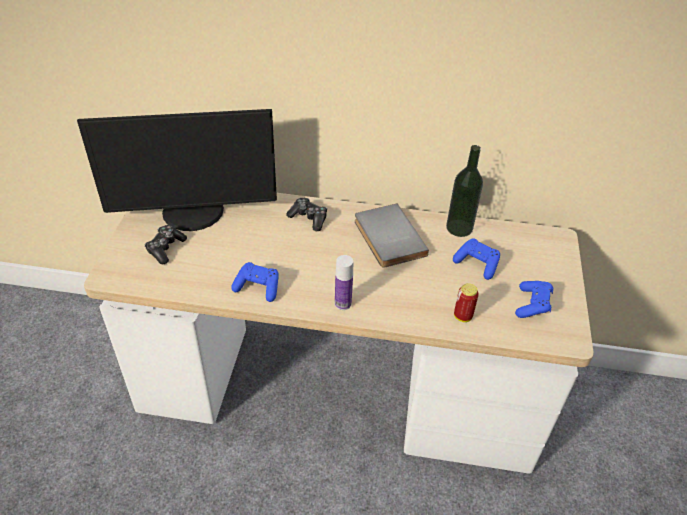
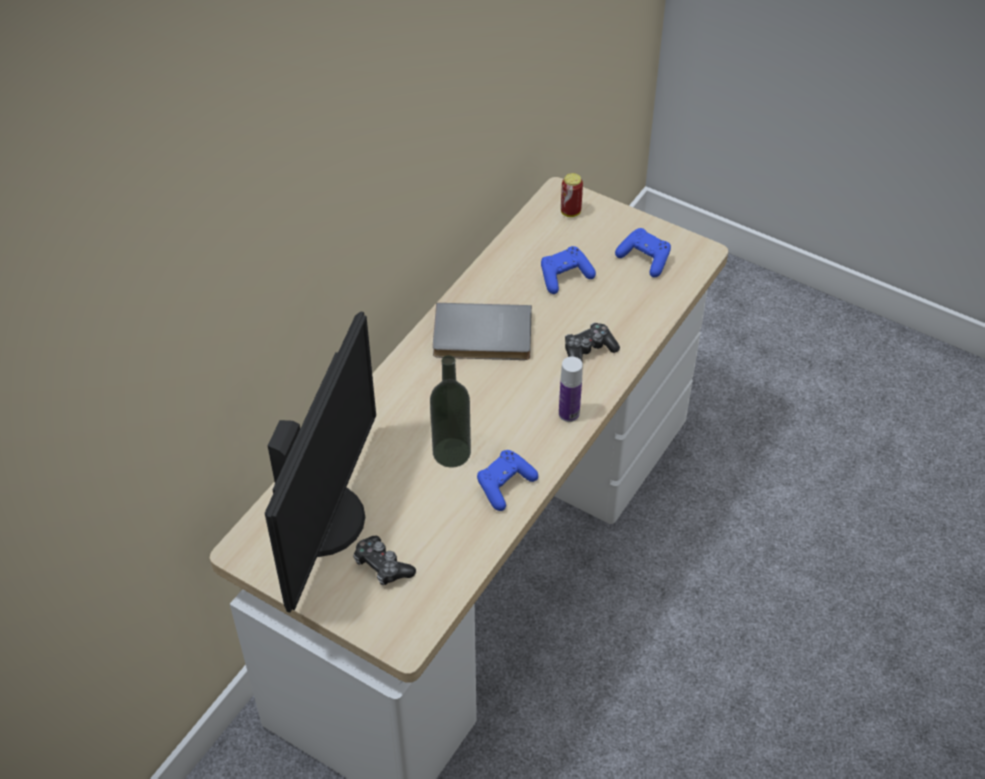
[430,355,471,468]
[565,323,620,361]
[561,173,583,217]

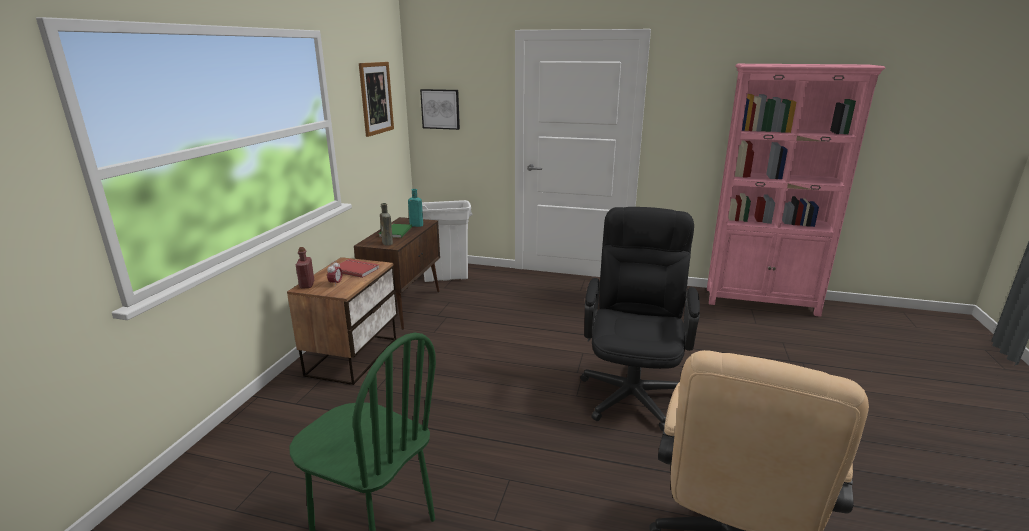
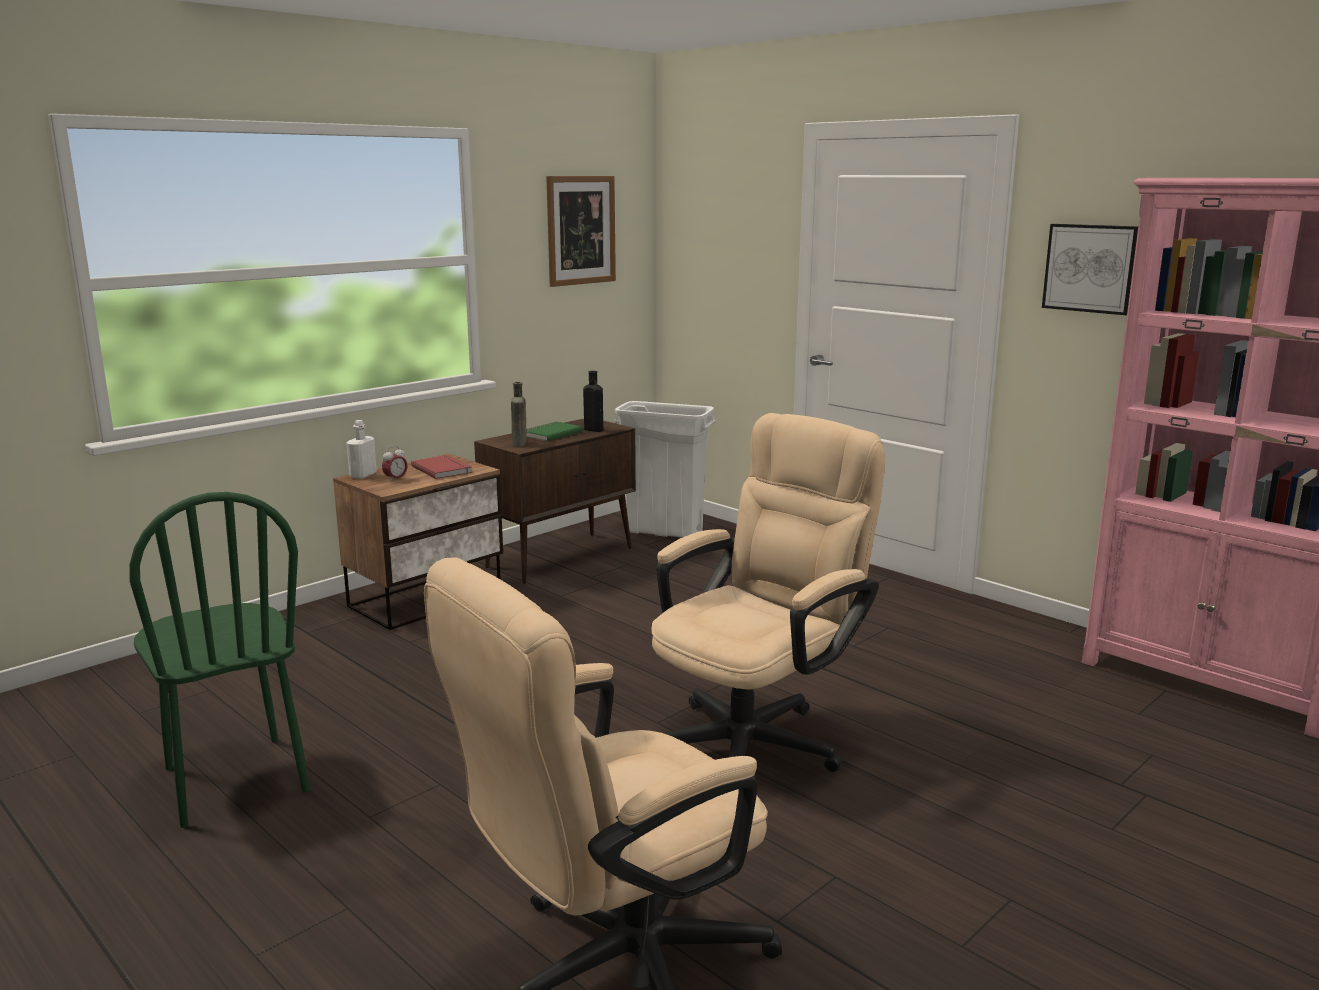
[1042,224,1138,315]
[583,371,603,432]
[651,413,885,772]
[346,420,377,479]

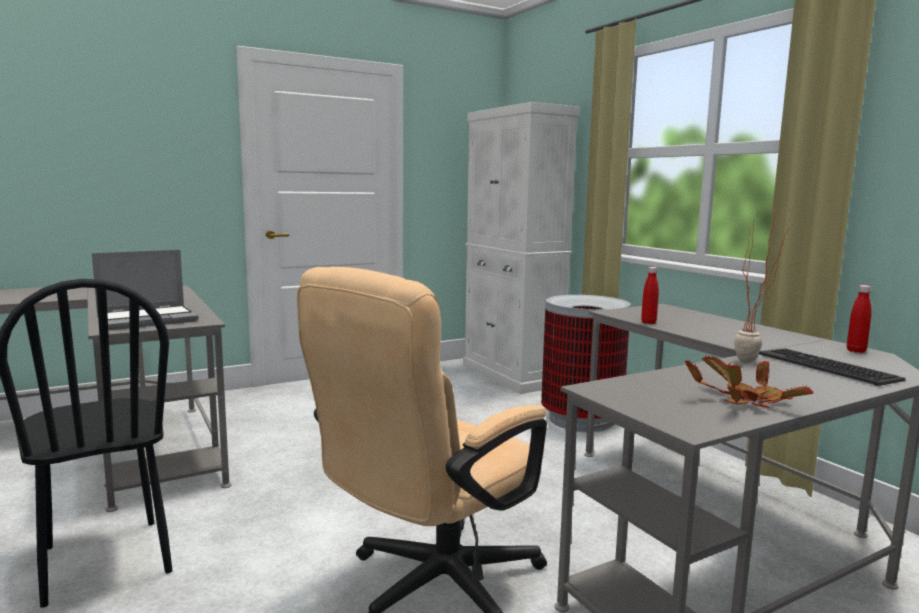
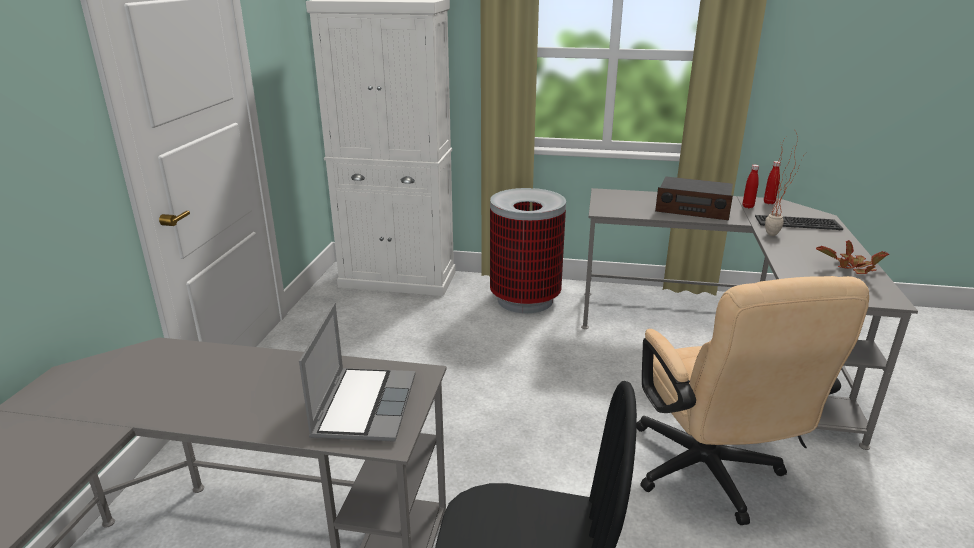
[743,165,759,208]
[655,176,733,220]

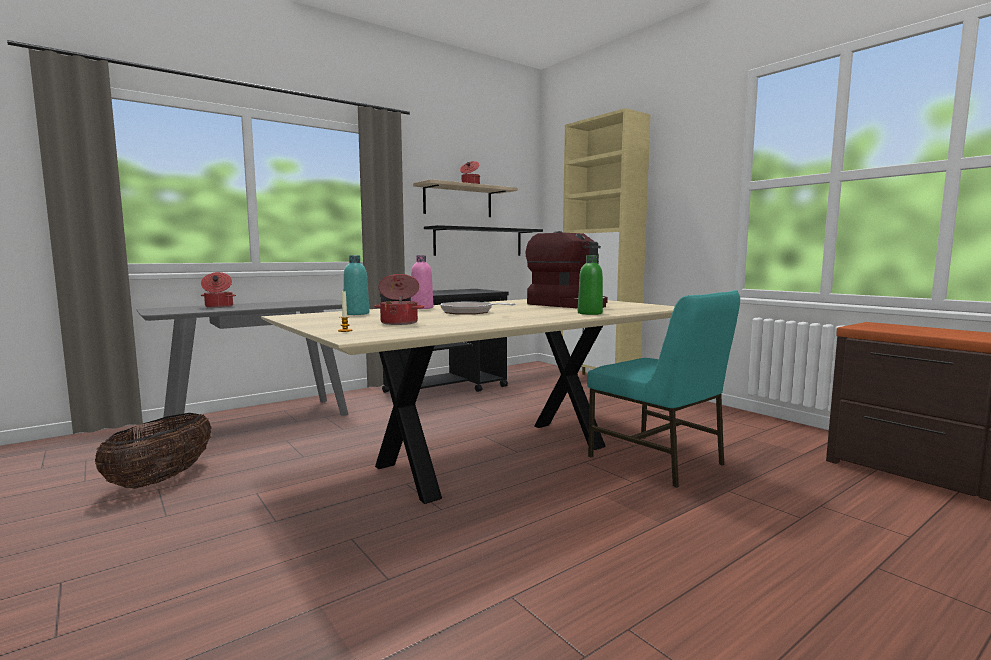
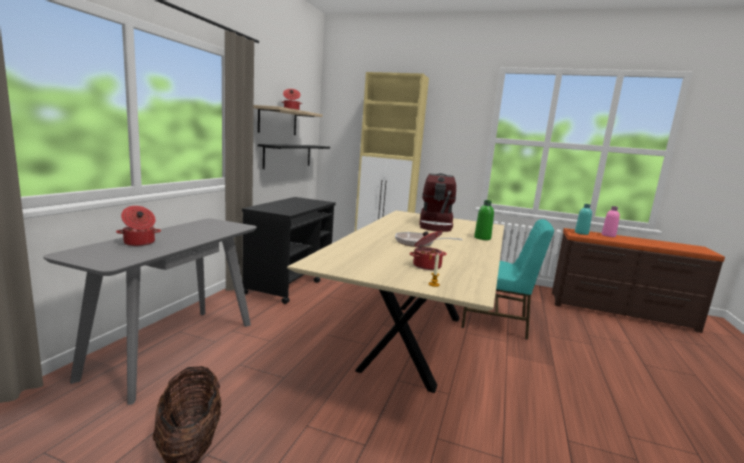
[419,174,456,232]
[575,204,592,235]
[602,206,620,237]

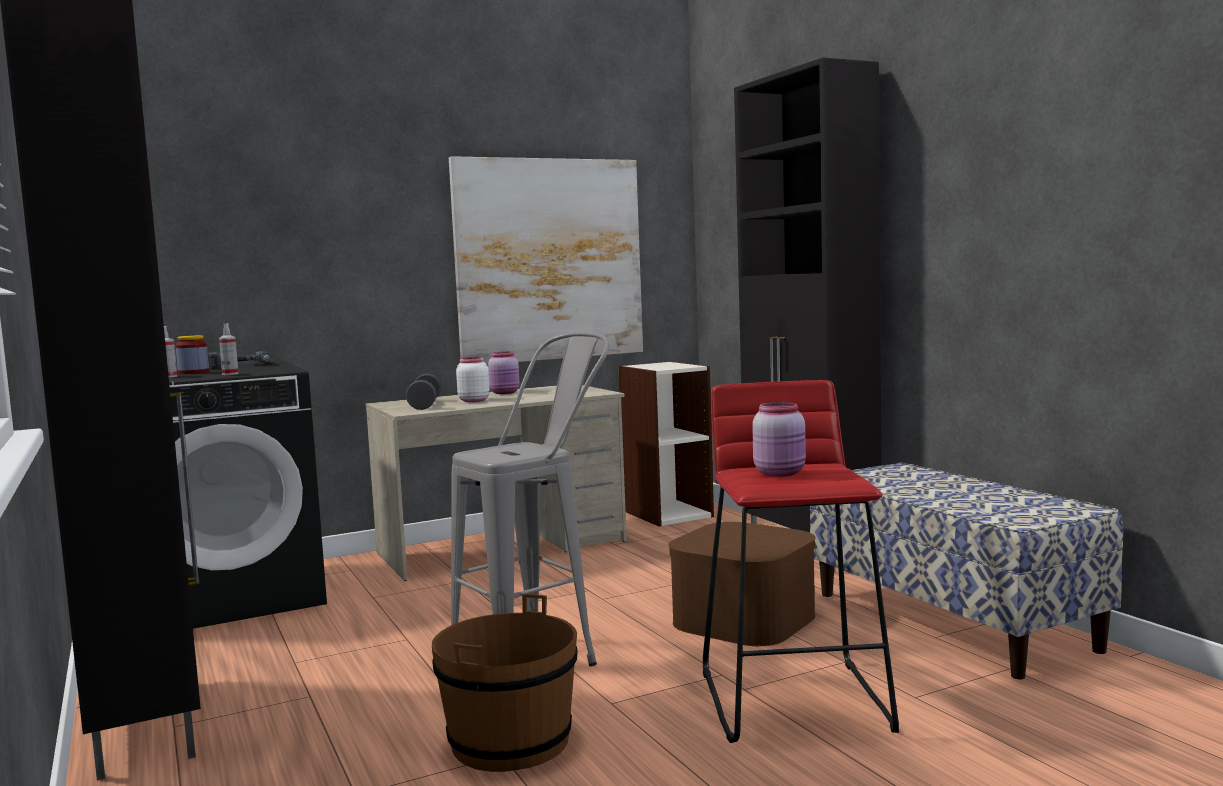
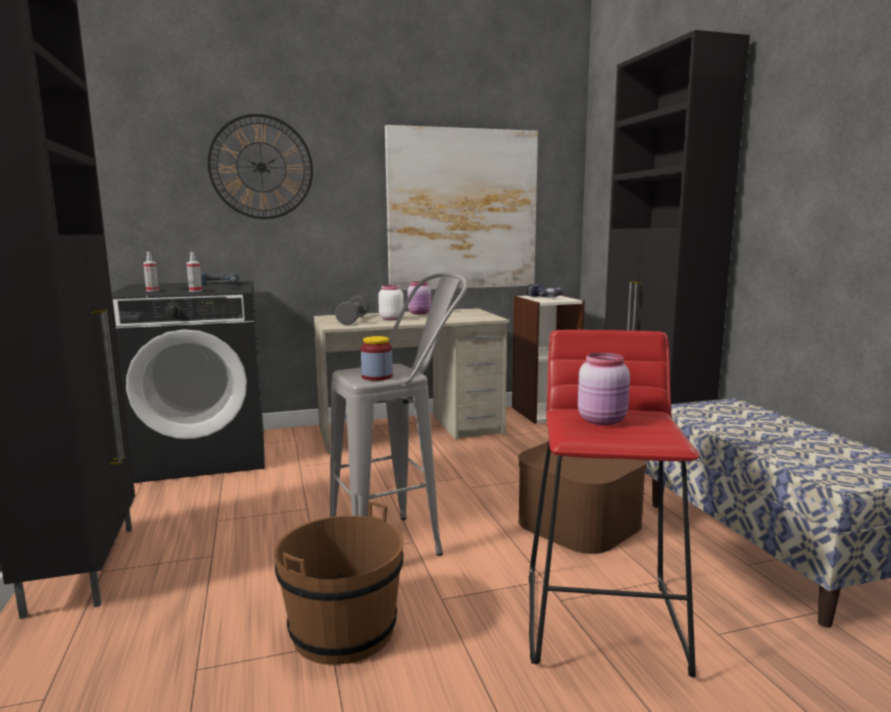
[361,336,393,381]
[207,114,313,219]
[526,284,563,298]

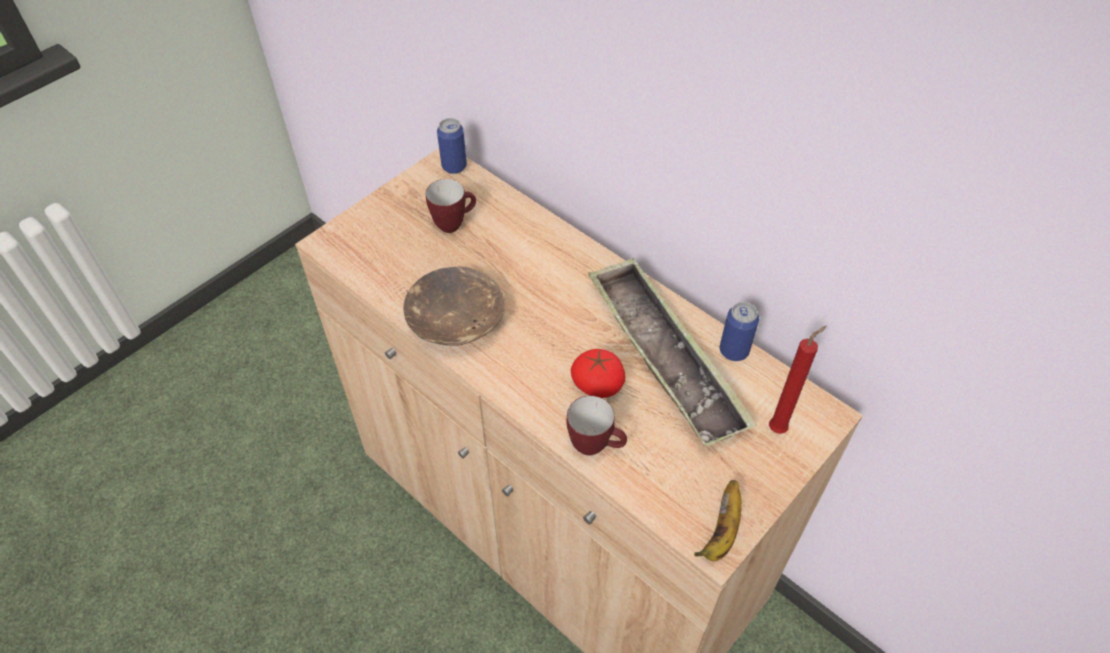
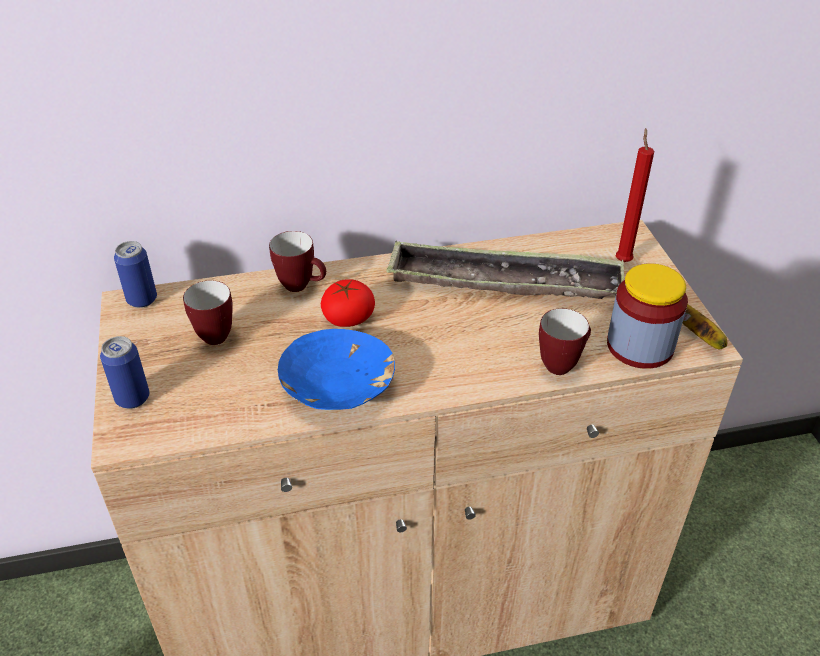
[278,329,395,410]
[100,336,149,409]
[321,279,375,327]
[269,231,326,292]
[607,263,688,369]

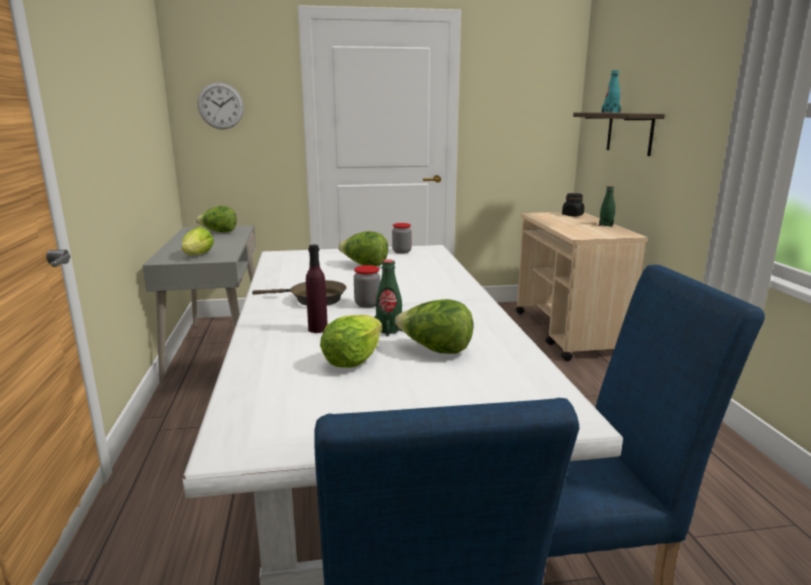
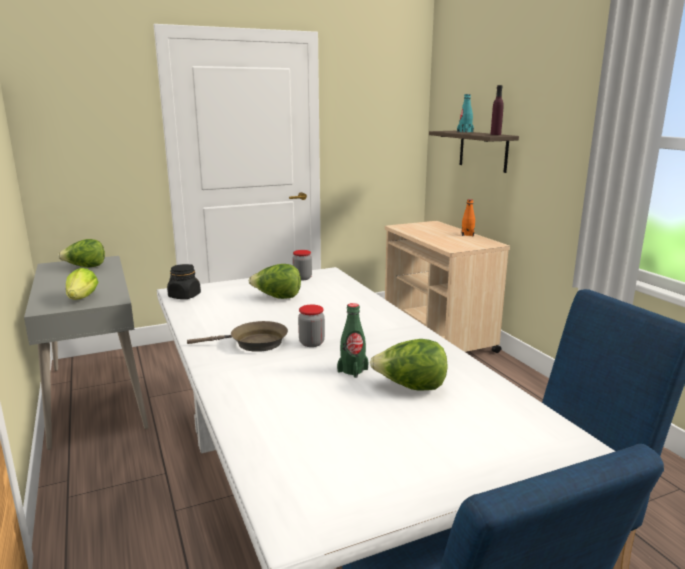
[198,82,244,129] (first image)
[462,199,475,236]
[167,264,201,299]
[490,85,504,135]
[320,315,382,368] (first image)

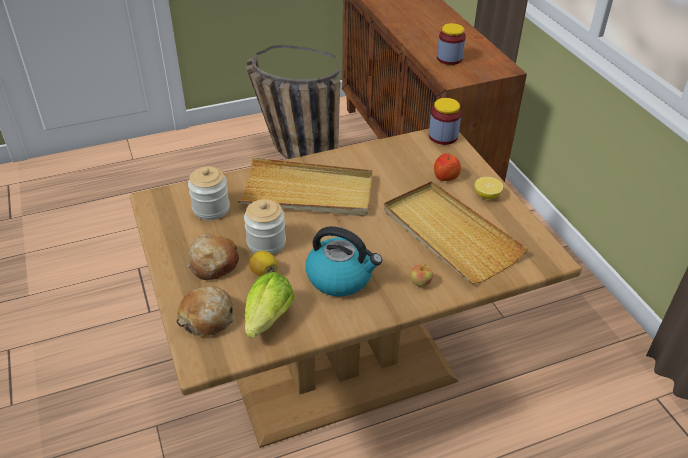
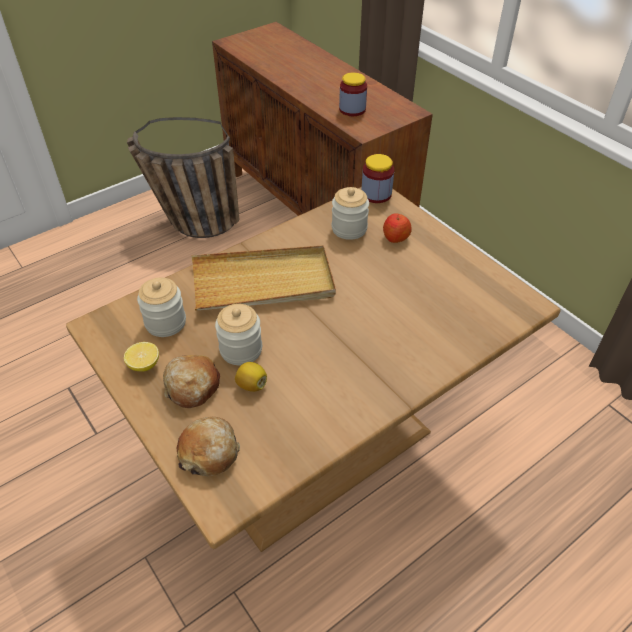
[124,342,159,372]
[383,181,528,284] (first image)
[306,226,382,296] (first image)
[410,264,433,287] (first image)
[244,272,294,338] (first image)
[332,187,369,240]

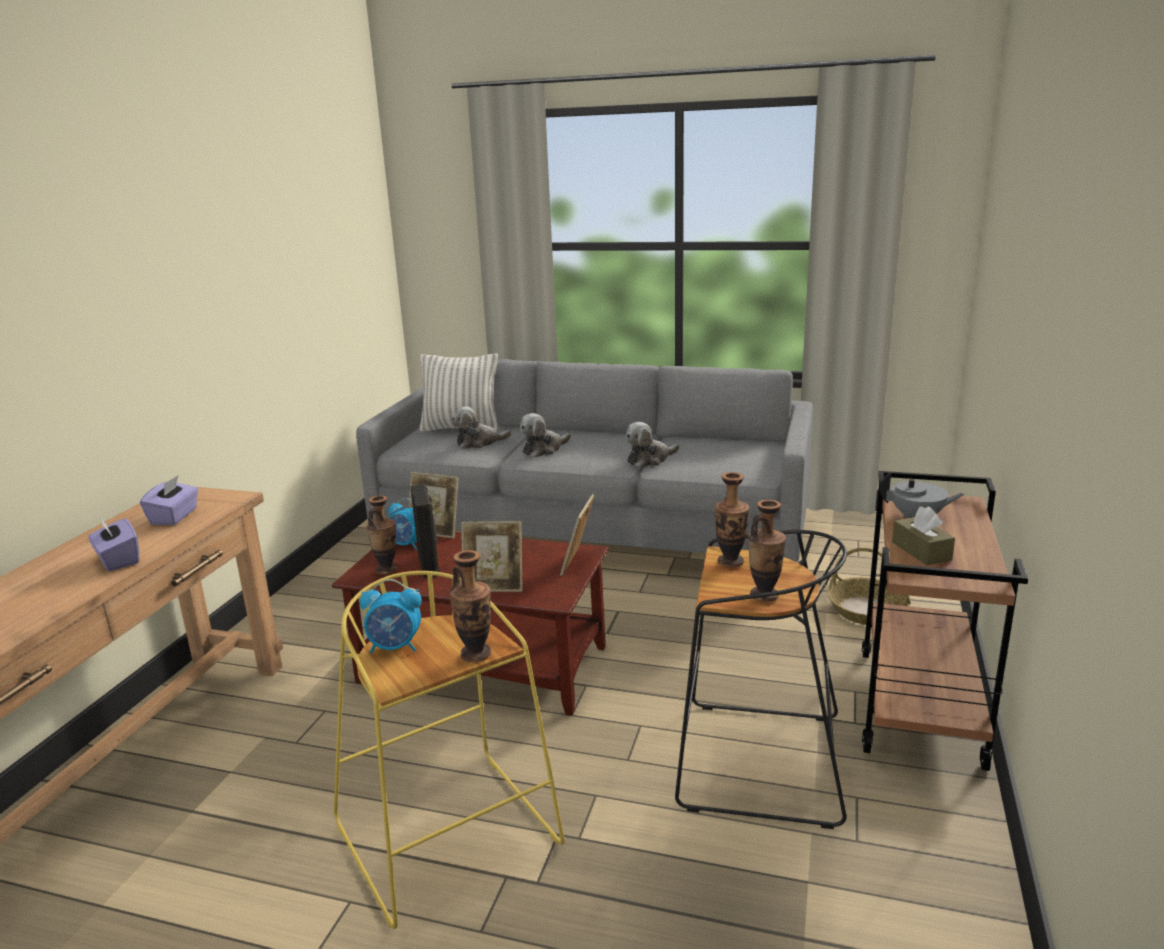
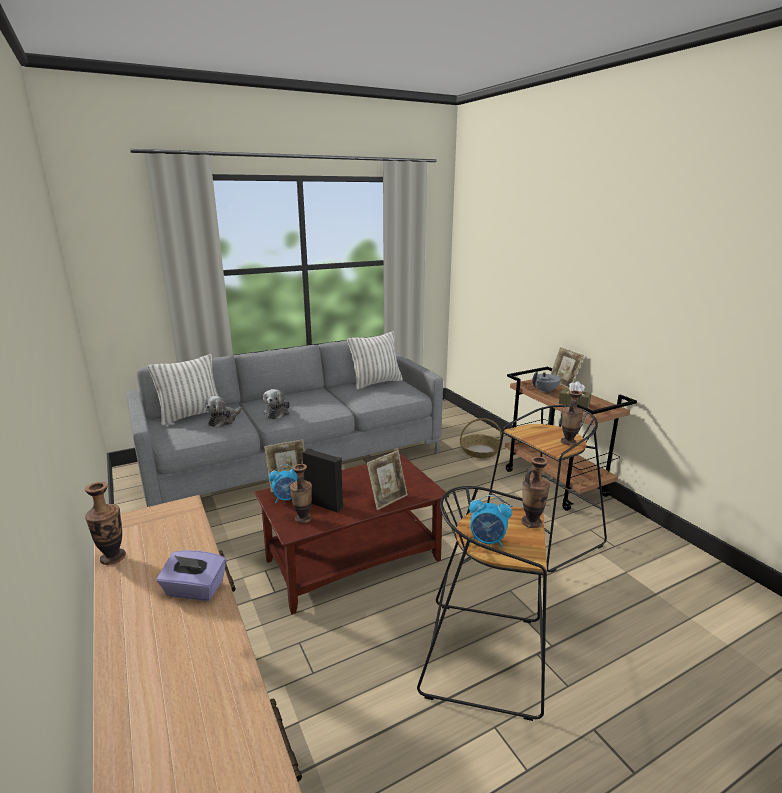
[626,422,679,468] (first image)
[85,482,126,565]
[140,475,199,525] (first image)
[551,347,584,388]
[417,486,547,721]
[469,495,512,548]
[347,331,403,390]

